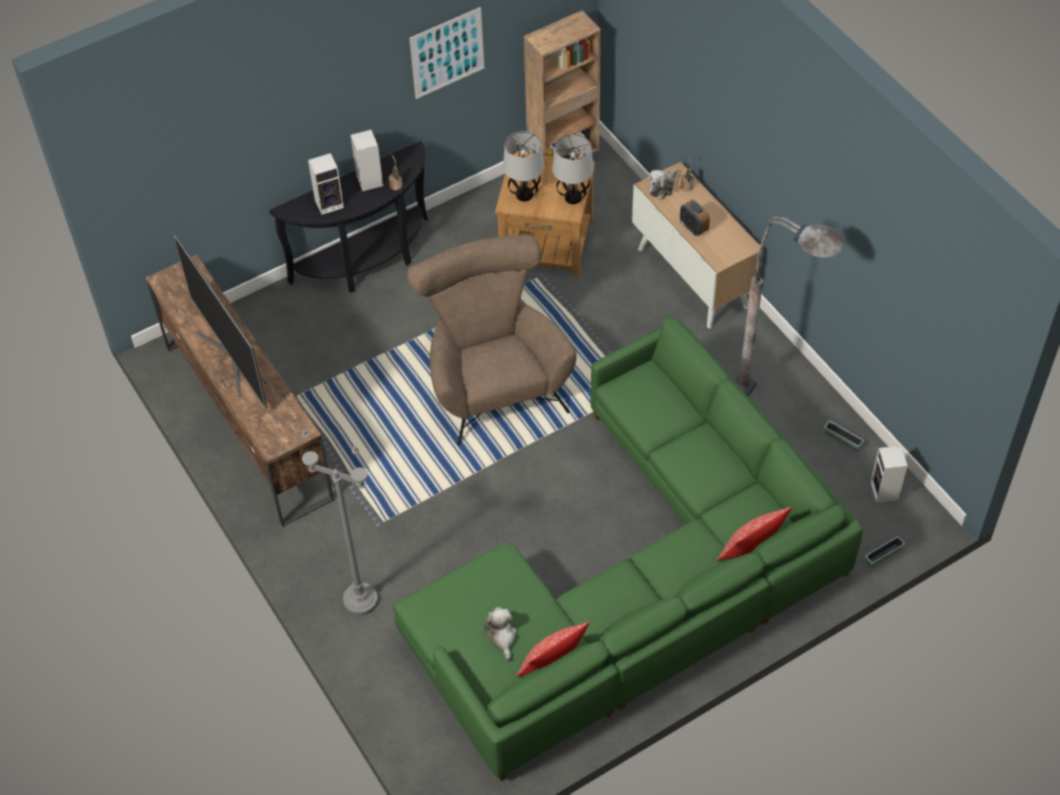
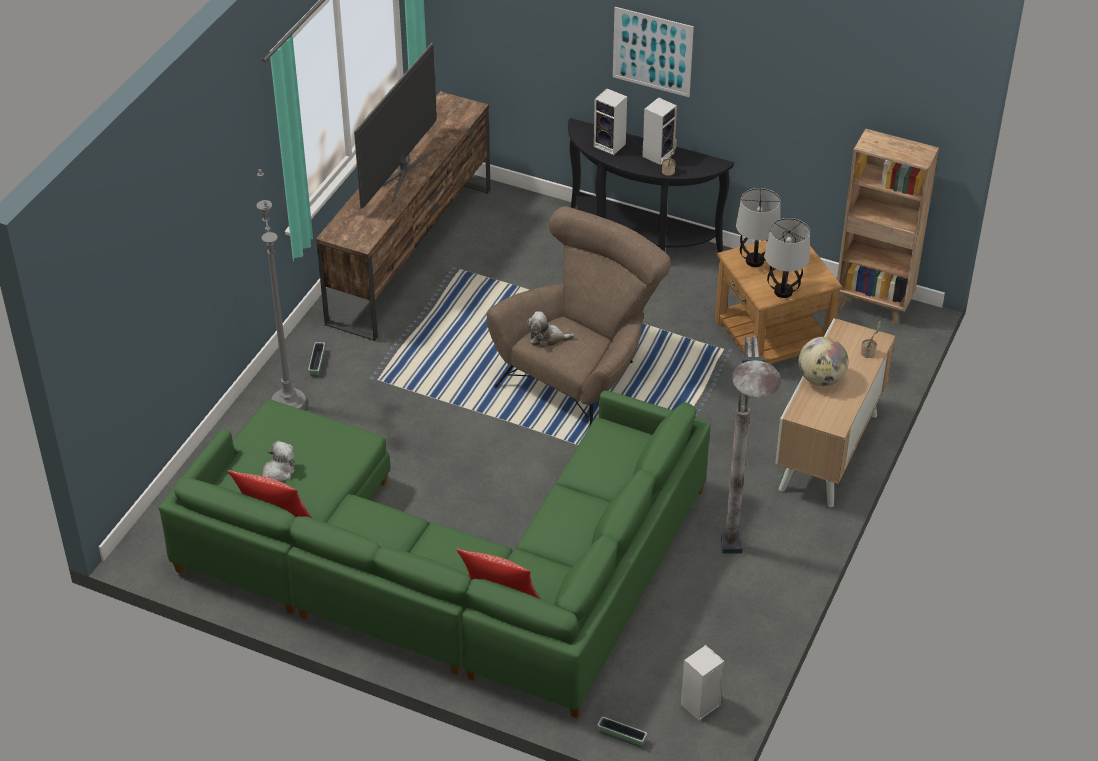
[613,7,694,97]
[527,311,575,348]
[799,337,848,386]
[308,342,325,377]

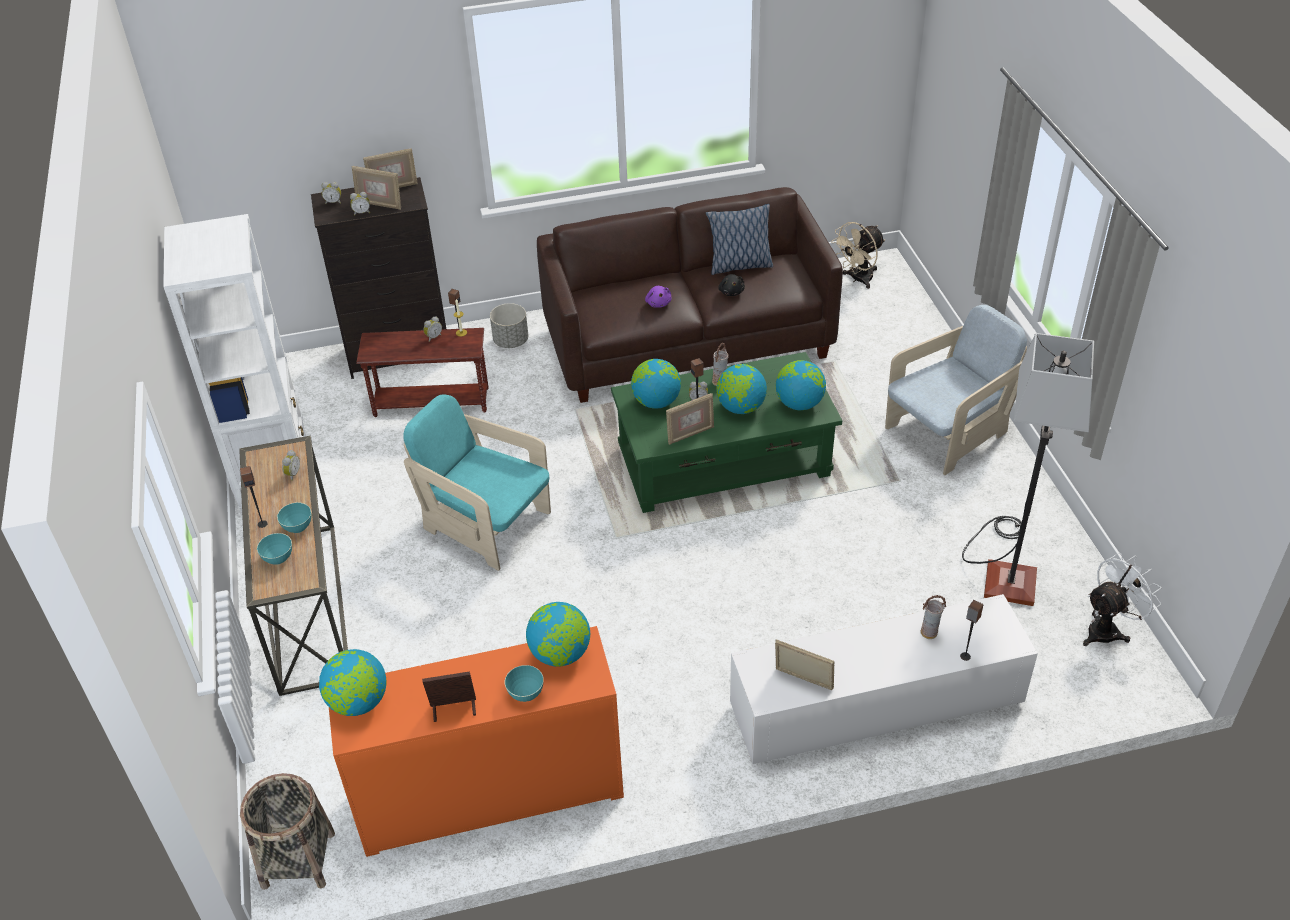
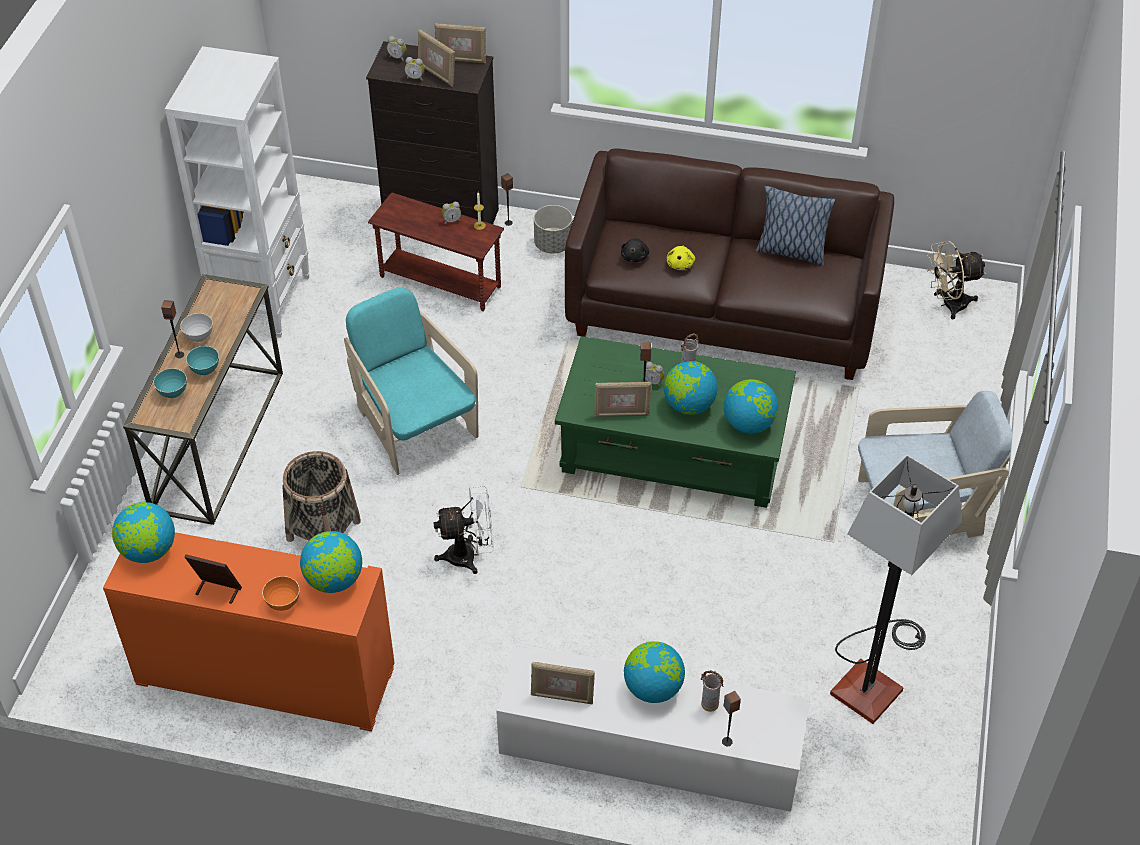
[621,238,649,262]
[667,245,695,270]
[624,641,685,703]
[282,450,300,481] (first image)
[433,486,494,574]
[531,662,595,704]
[262,576,300,611]
[282,451,361,542]
[180,313,213,342]

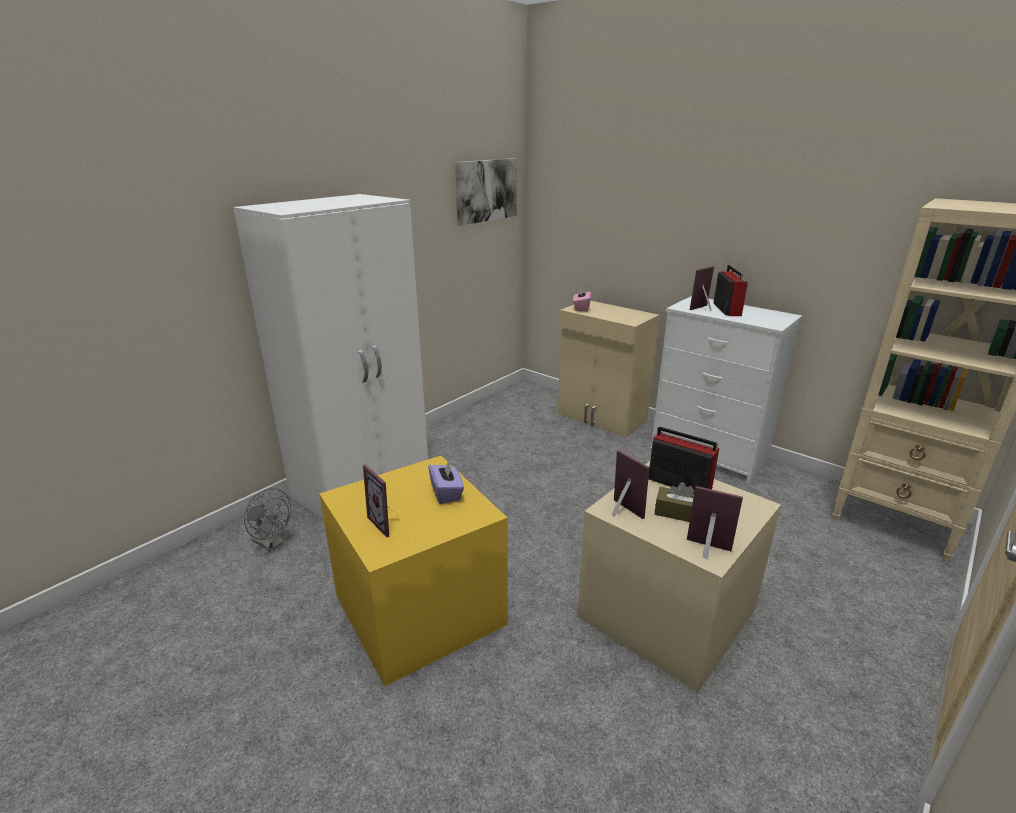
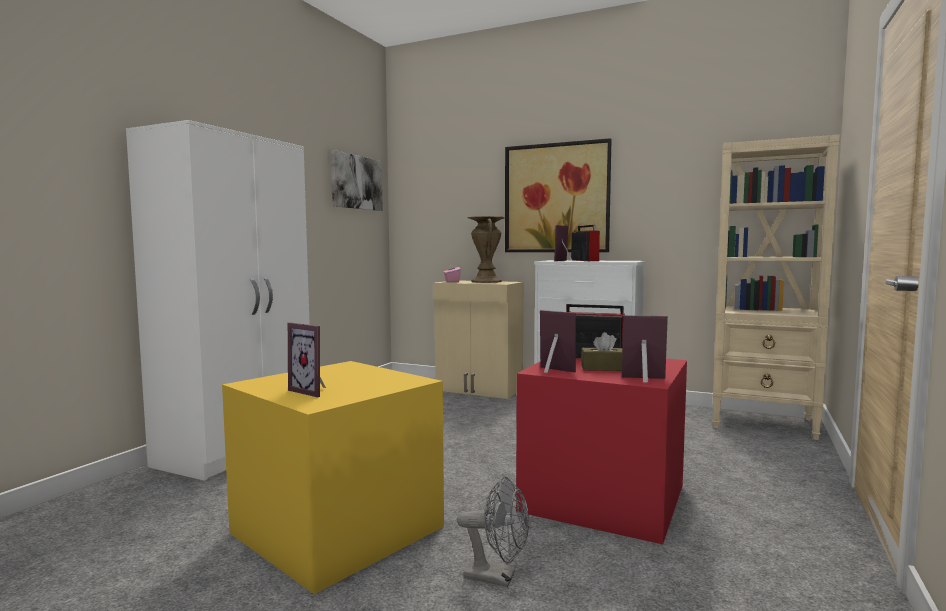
[428,459,464,504] (first image)
[516,358,687,544]
[457,477,529,587]
[505,138,612,252]
[467,216,505,283]

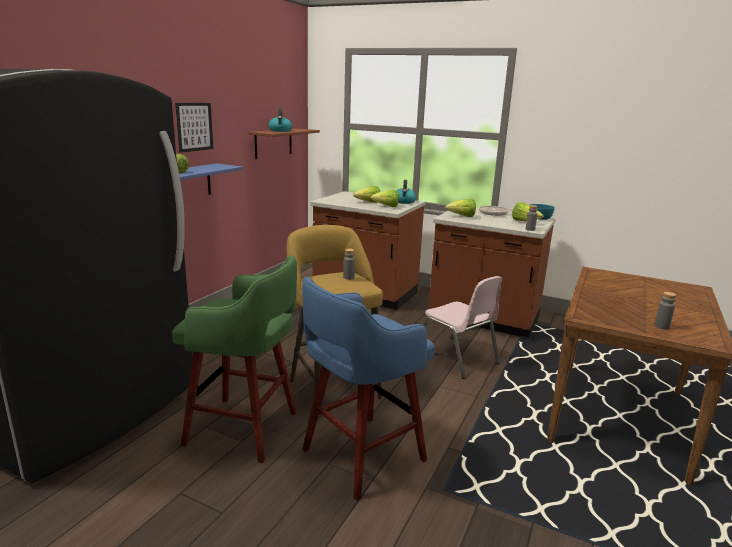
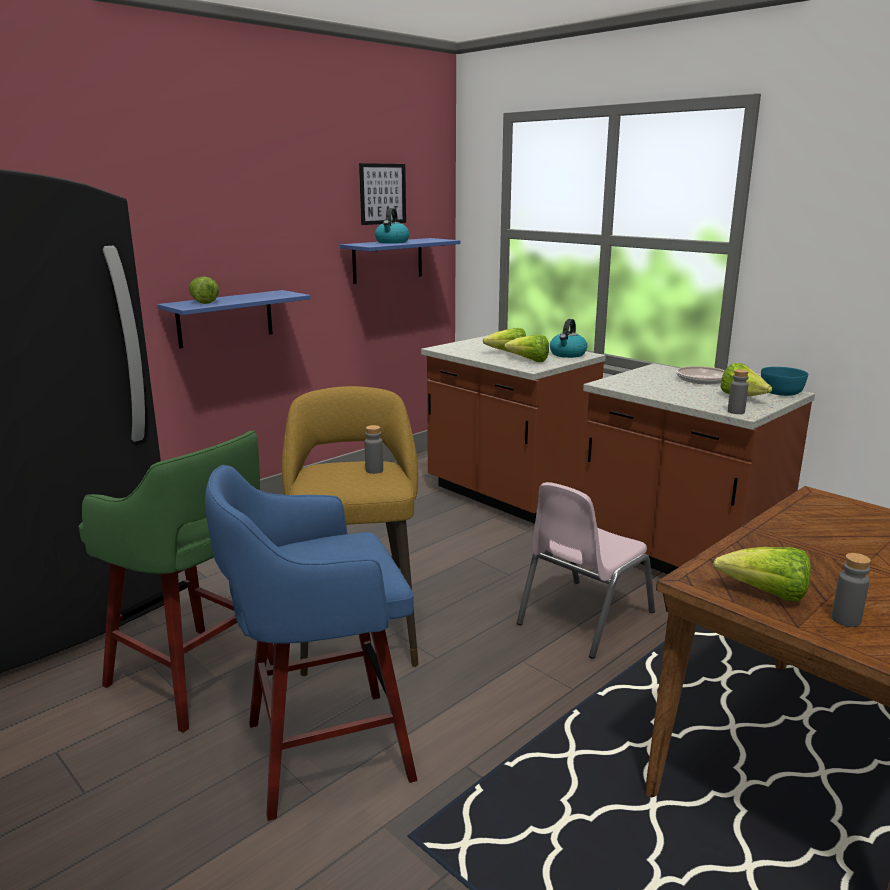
[359,163,406,225]
[340,238,461,284]
[713,547,811,602]
[517,482,655,659]

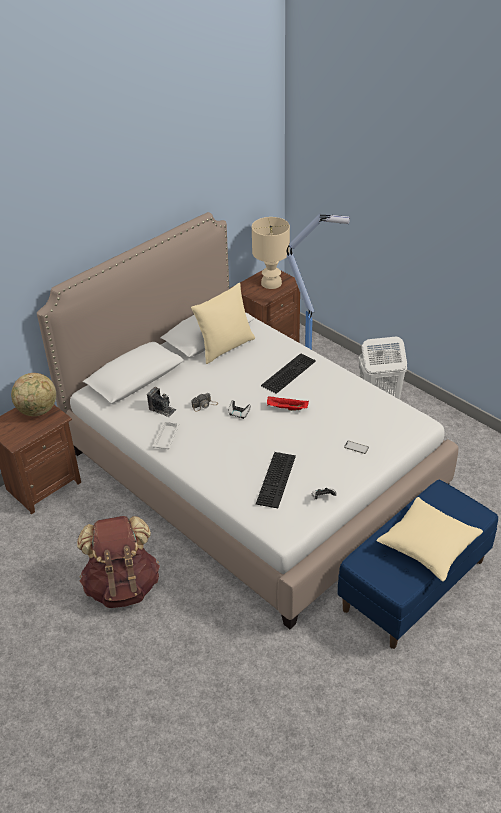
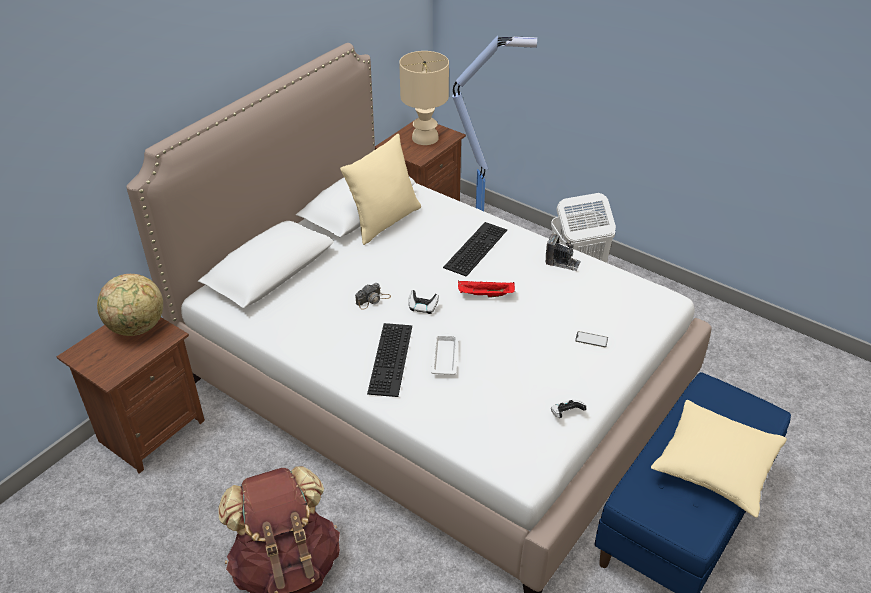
[545,233,581,271]
[431,333,458,375]
[367,323,412,397]

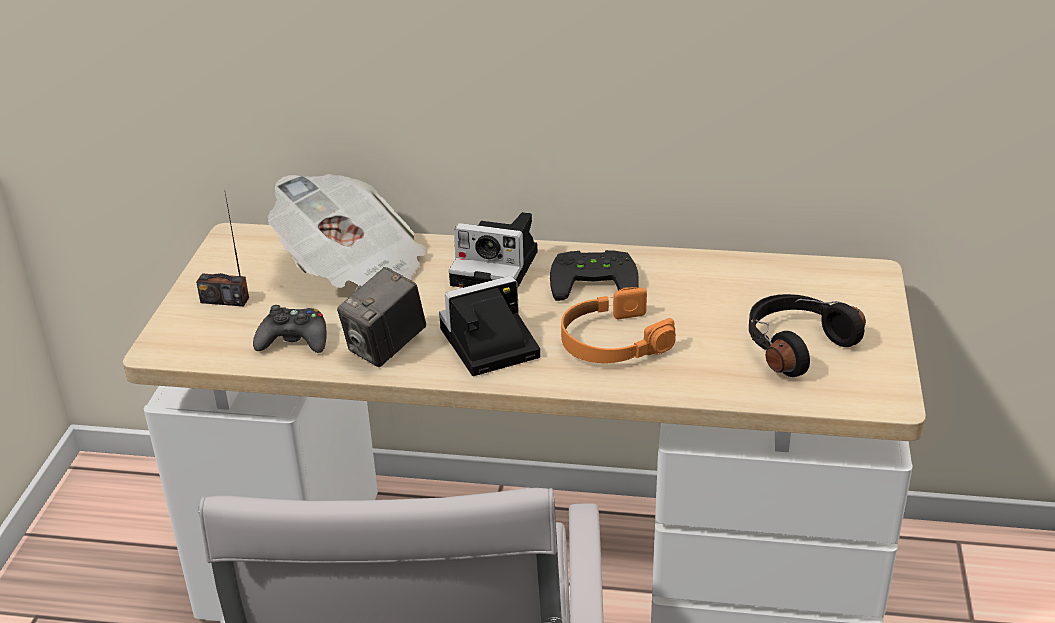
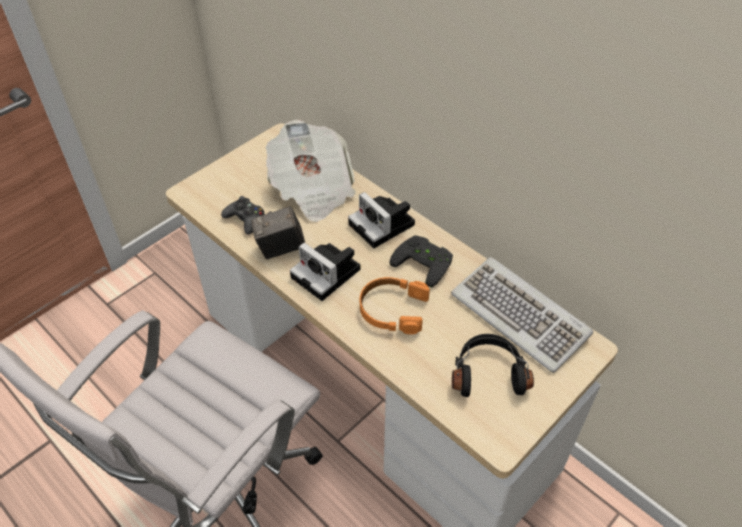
[196,193,249,306] (first image)
[290,243,361,301]
[451,257,593,373]

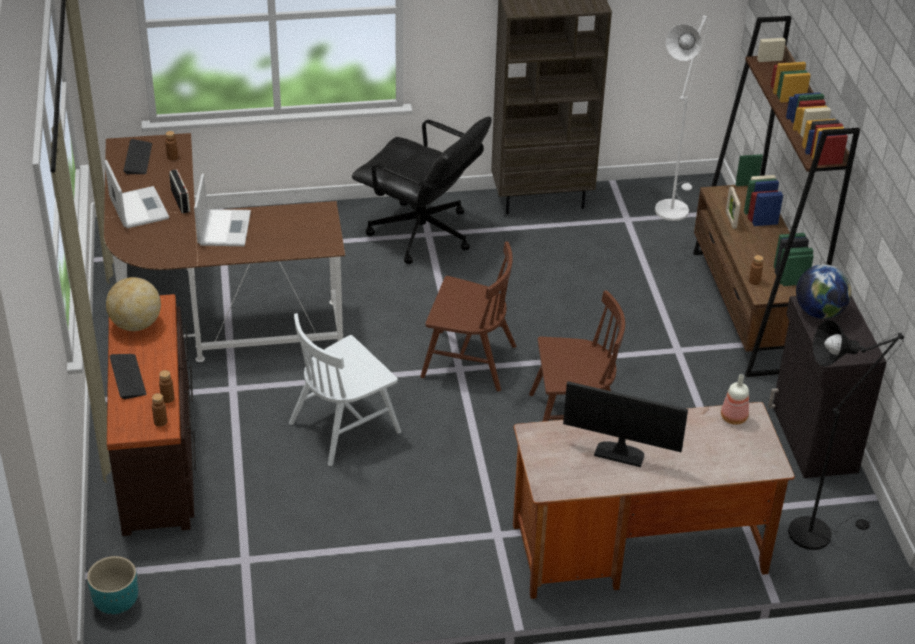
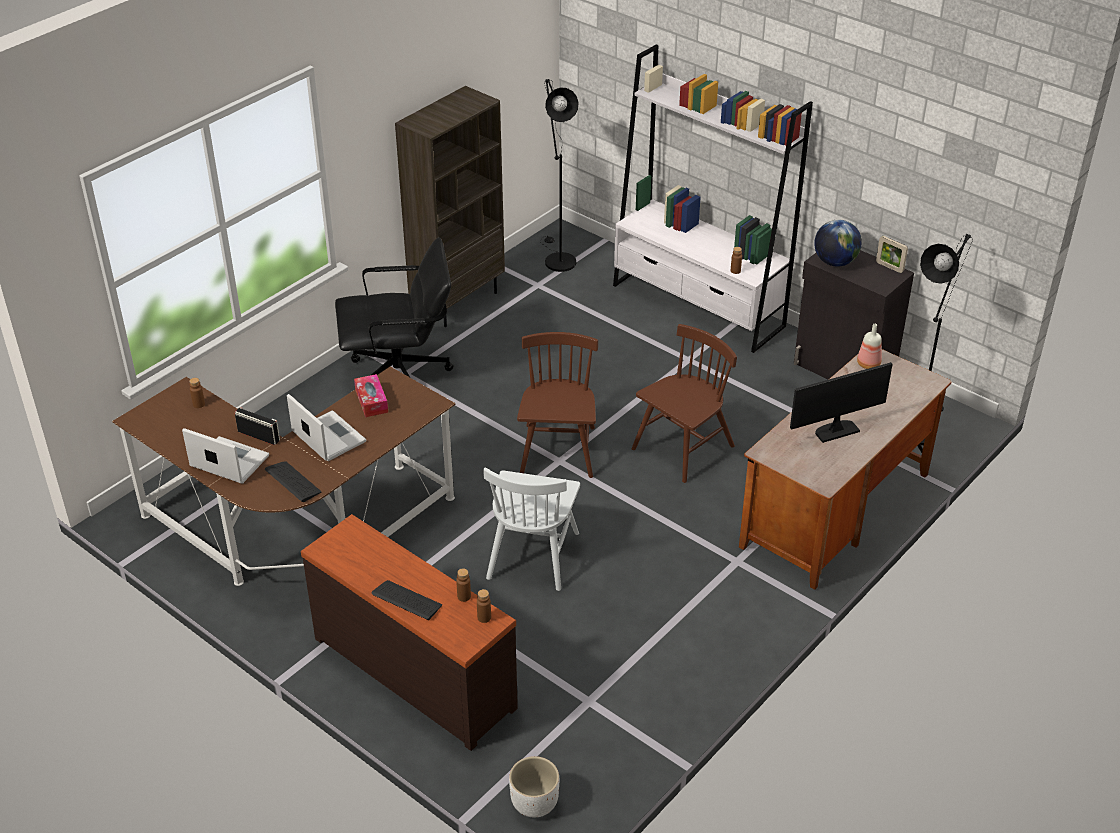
[540,79,579,272]
[613,44,813,353]
[265,461,321,502]
[876,236,908,273]
[517,332,598,478]
[106,277,161,331] (first image)
[509,756,560,817]
[354,374,388,417]

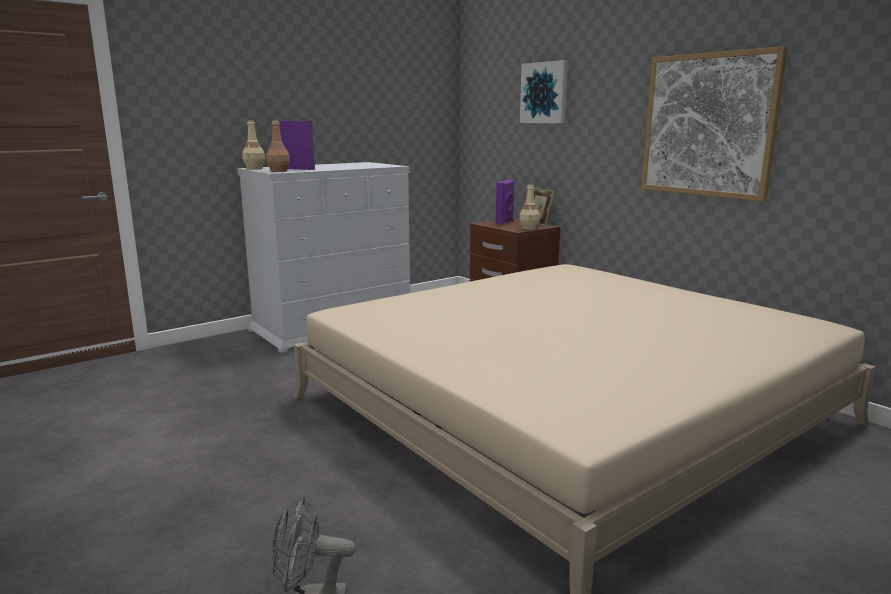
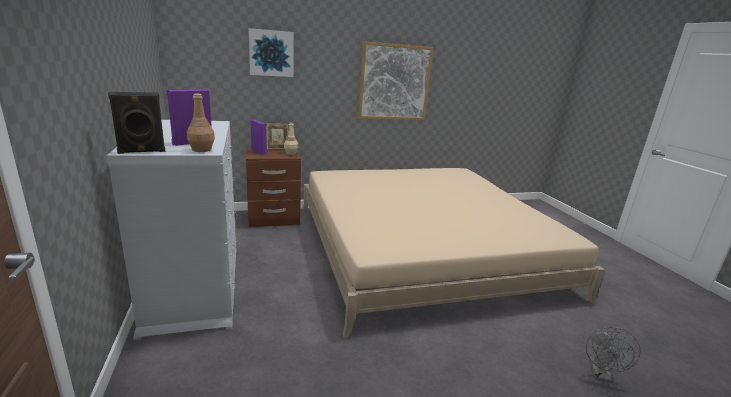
[108,92,166,154]

